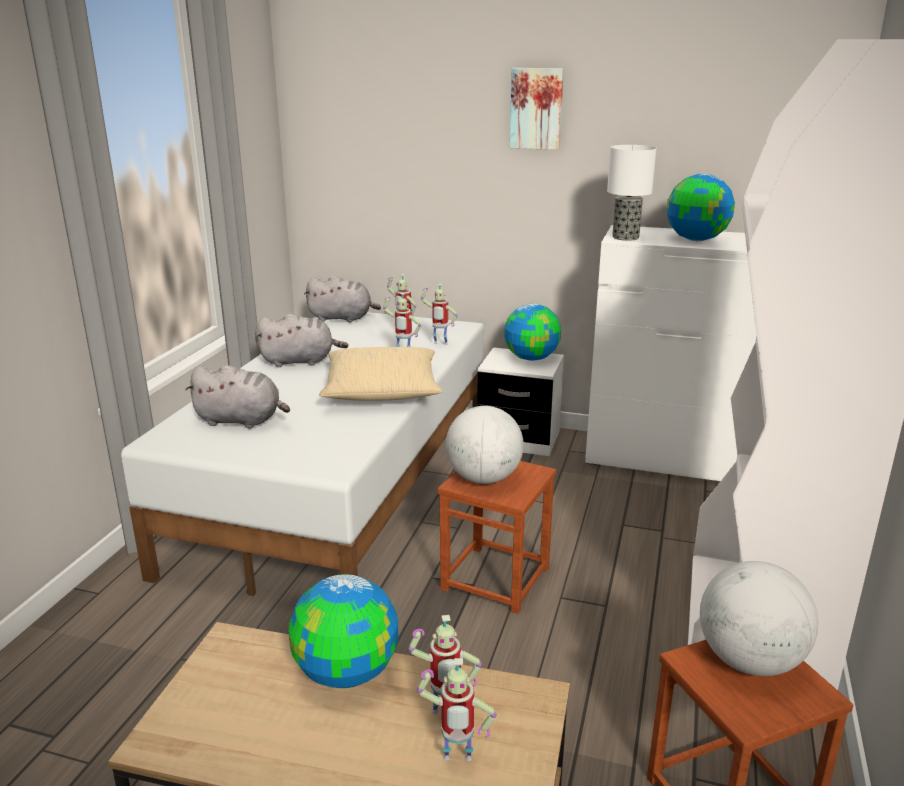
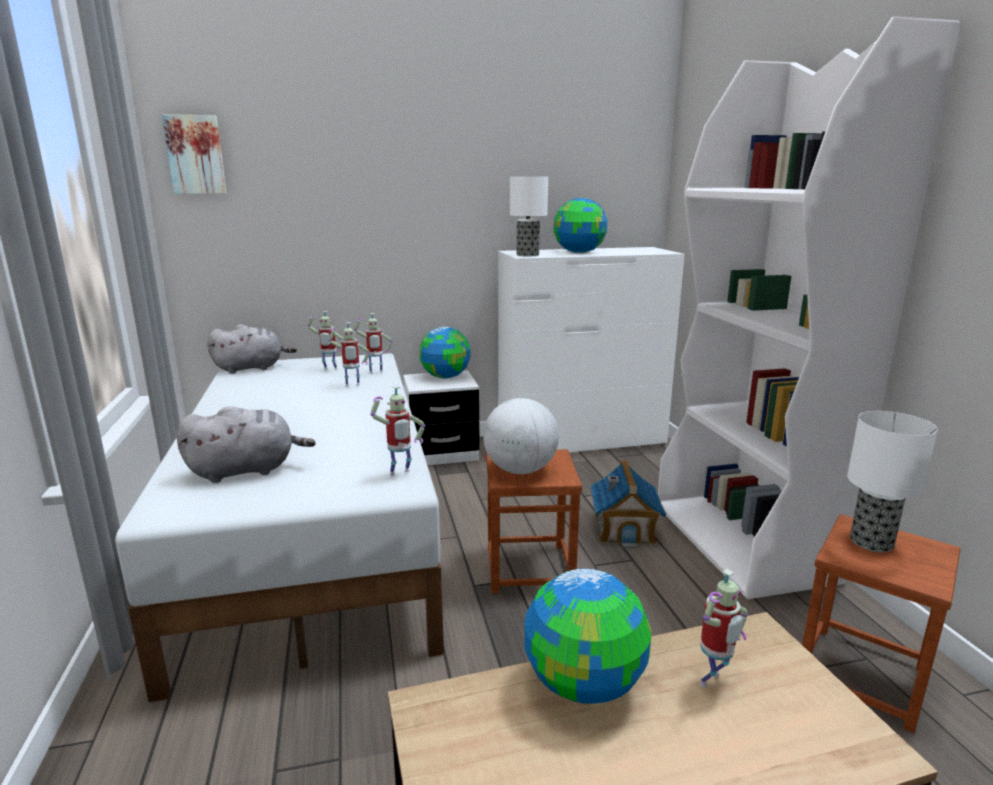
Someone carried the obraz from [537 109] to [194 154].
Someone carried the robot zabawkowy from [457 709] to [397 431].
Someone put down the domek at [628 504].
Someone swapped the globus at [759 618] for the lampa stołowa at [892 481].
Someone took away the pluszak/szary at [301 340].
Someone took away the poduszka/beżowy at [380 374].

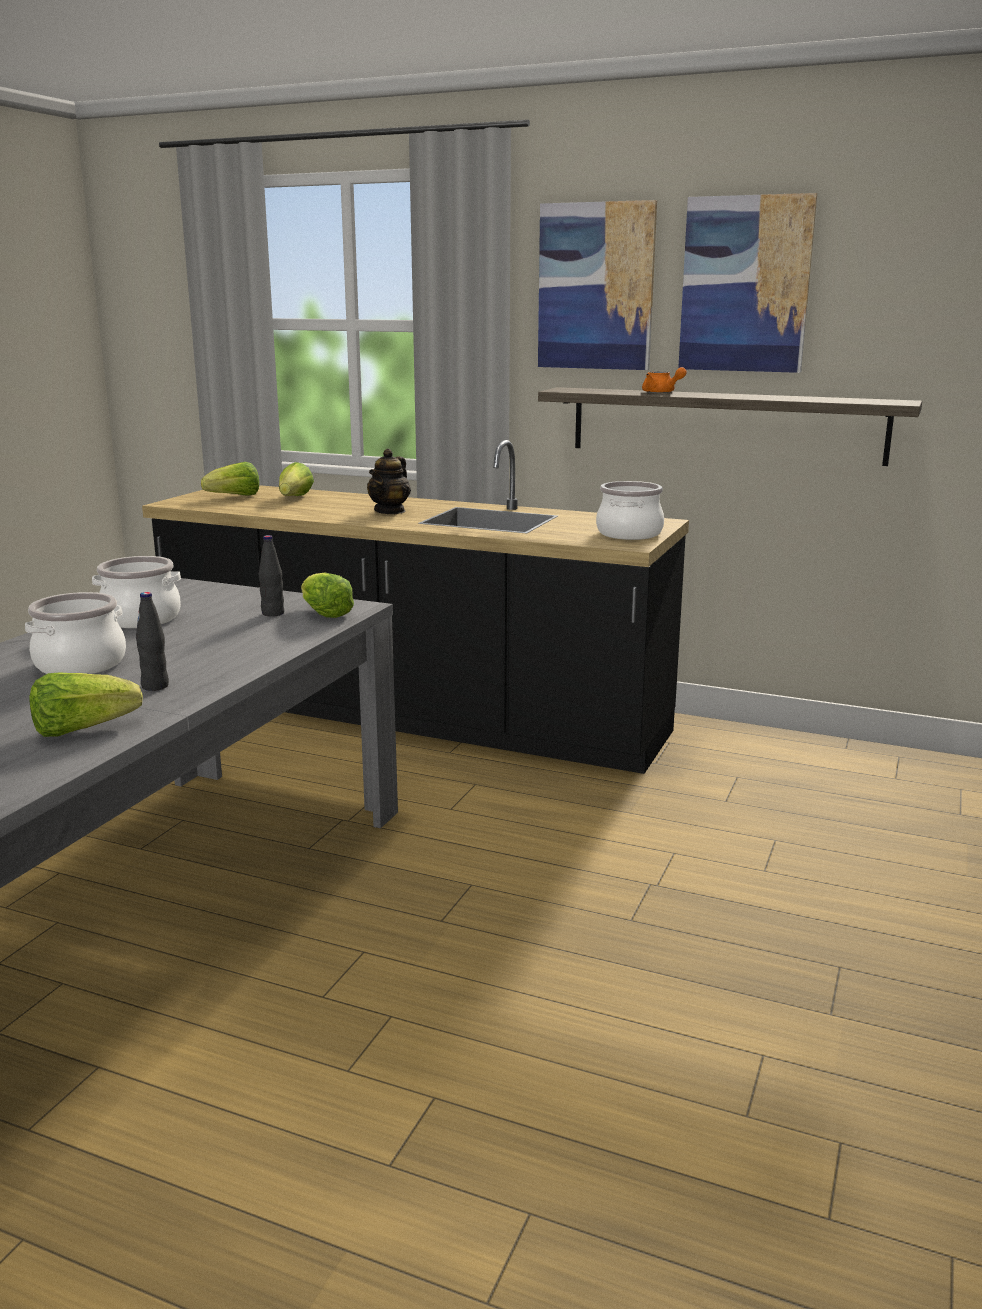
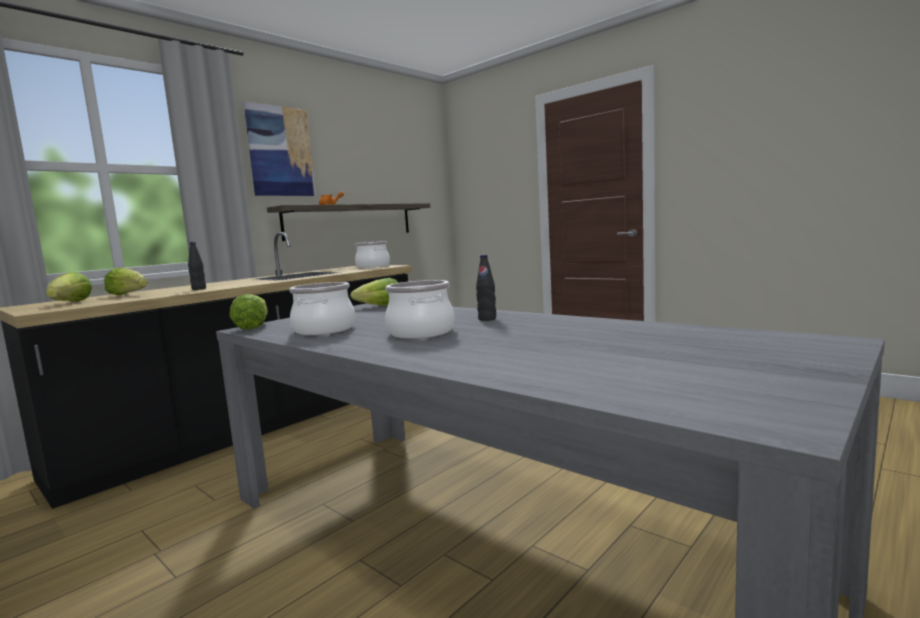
Someone carried the butelka/czarny from [271 576] to [197 266].
Someone carried the sałata from [86 704] to [249 312].
Someone took away the imbryk at [389 481].
Someone took away the obraz at [747 283].

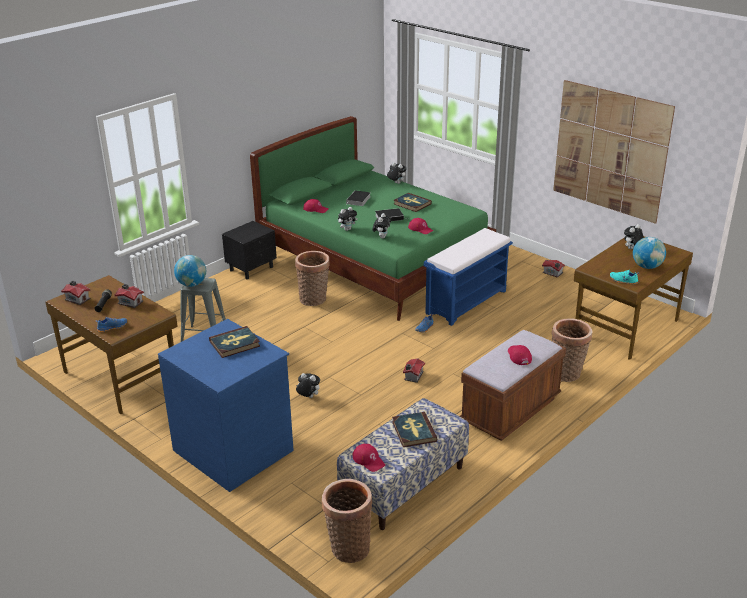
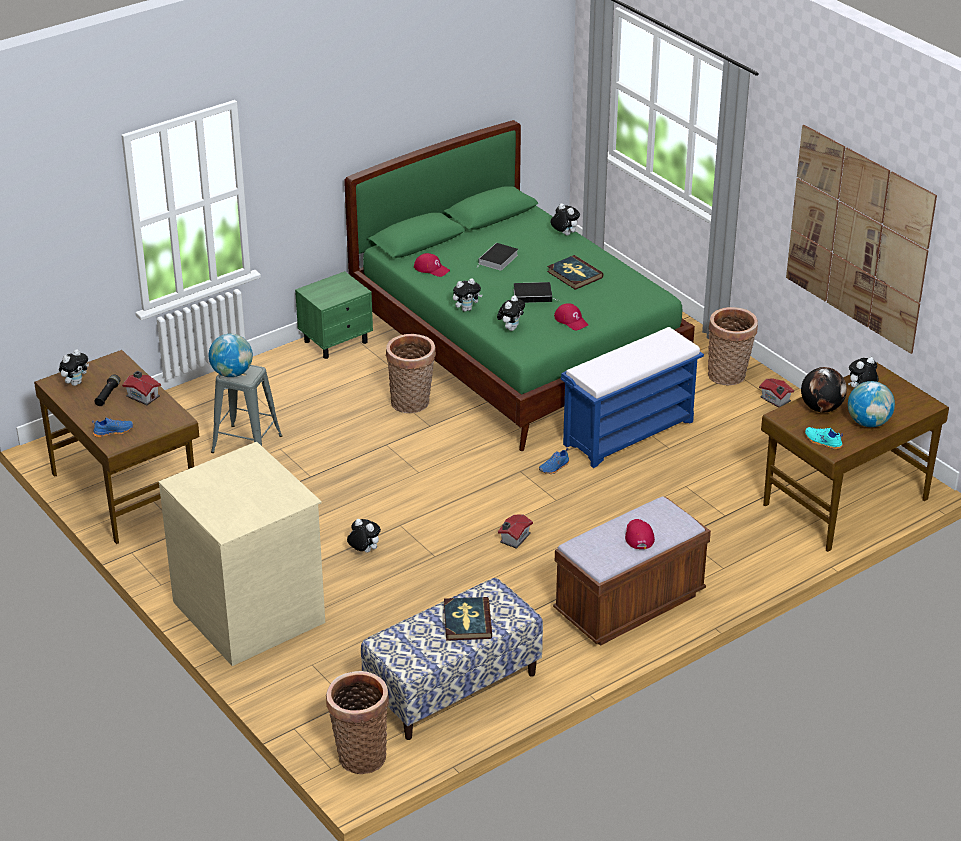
Someone swapped the domek at [76 293] for the pluszak at [74 367].
Someone repainted the komoda/niebieski at [226 405], which became the komoda/beżowy at [242 554].
Someone repainted the szafka nocna/czarny at [249 250], which became the szafka nocna/zielony at [334 315].
Someone carried the koszyk from [572 350] to [733 346].
Someone put down the globus at [824 390].
Someone took away the książka at [234 342].
Someone took away the czapka z daszkiem/czerwony at [368 458].

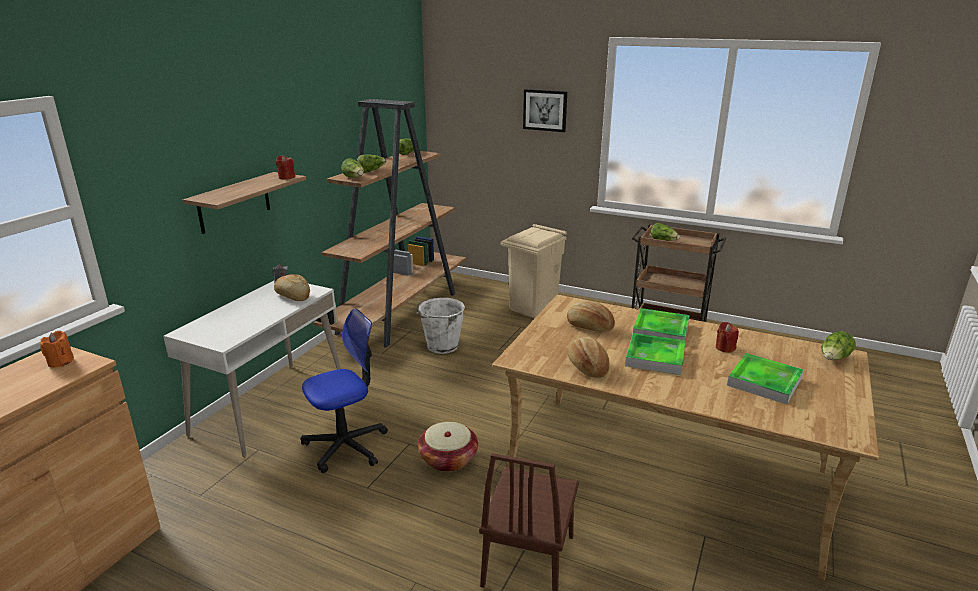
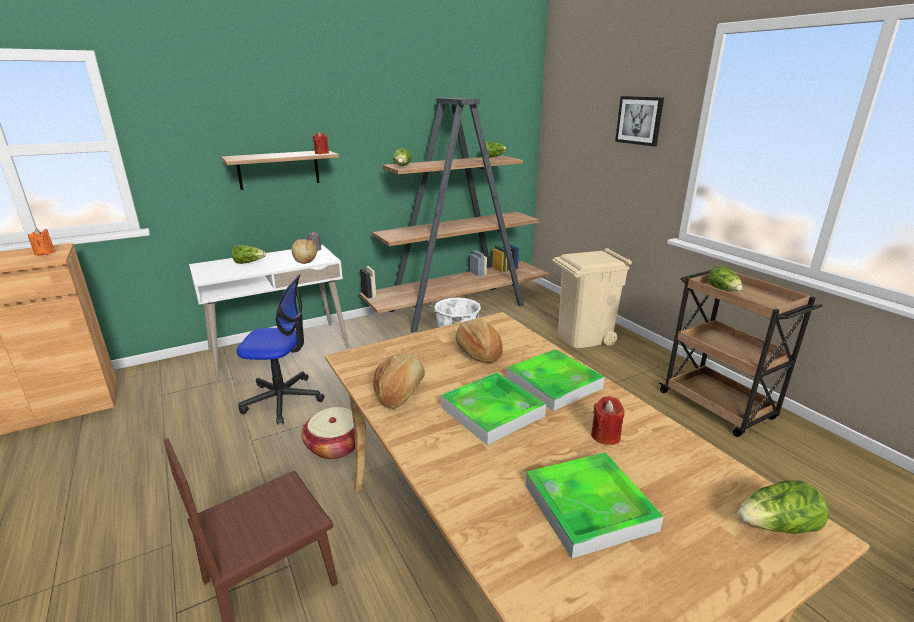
Someone carried the sałata from [372 163] to [249 254].

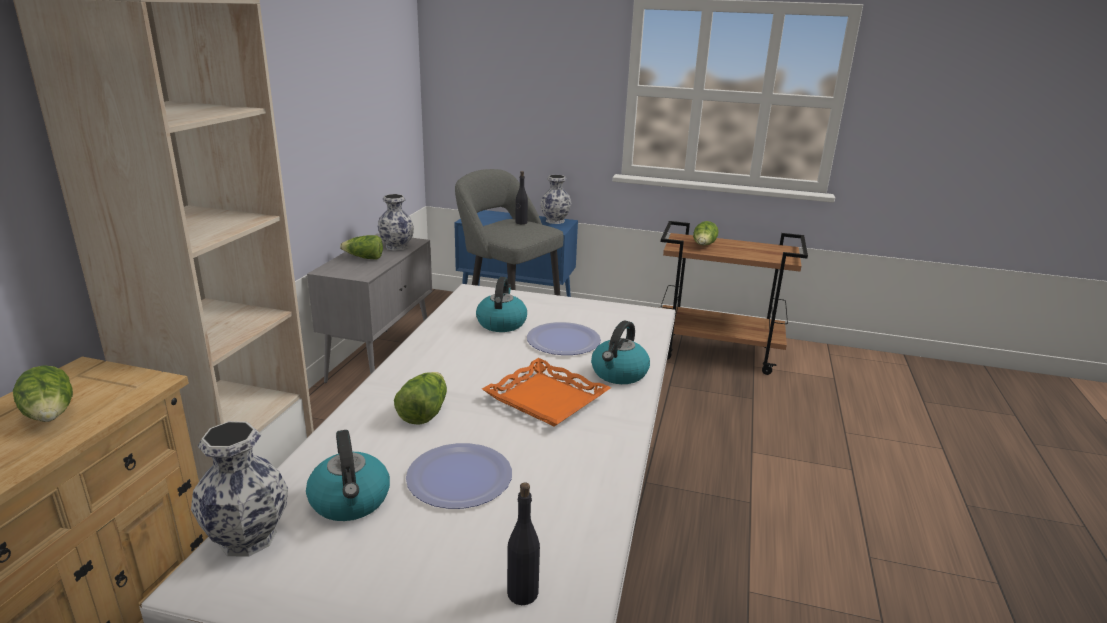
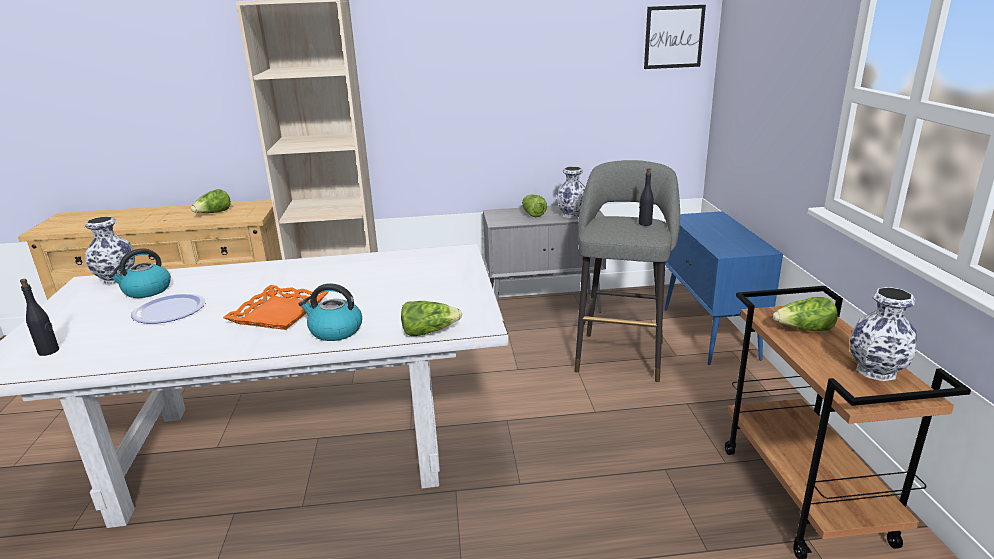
Someone carried the sałata from [420 398] to [431 318].
Someone put up the obraz at [675 37].
Someone carried the wazon from [556 199] to [883 334].
Someone took away the czajnik at [501 304].
Someone took away the talerz at [564 338].

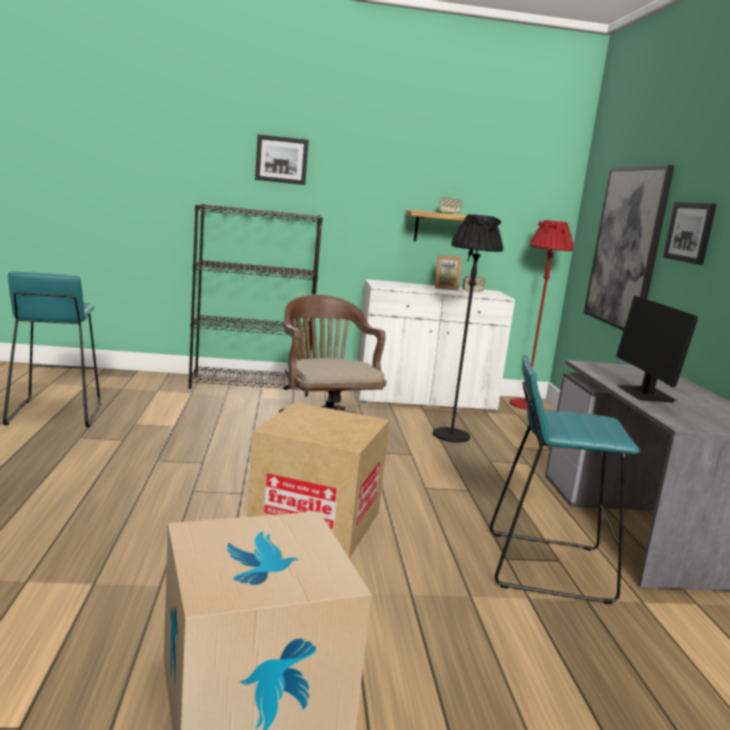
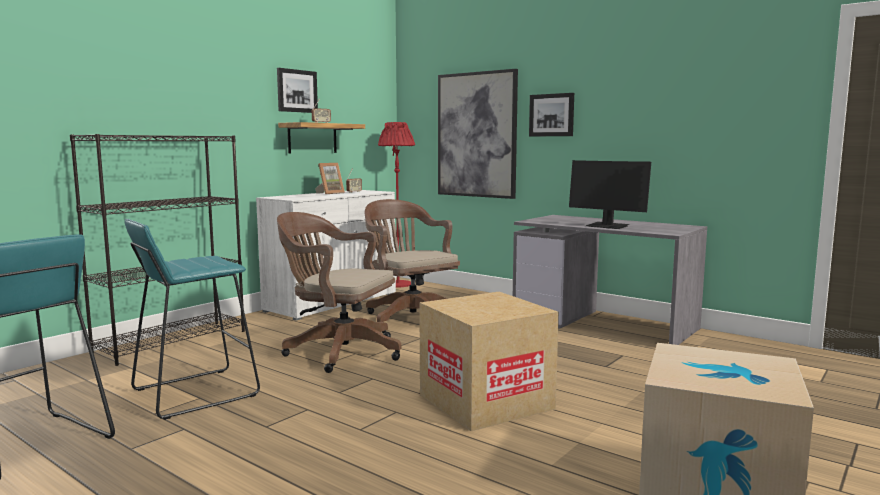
Someone carried the stołek/turkusowy from [565 479] to [192 319].
Someone carried the obraz from [282 159] to [297 90].
Someone swapped the lampa stojąca/czarny at [468 328] for the krzesło biurowe/brązowy at [412 260].

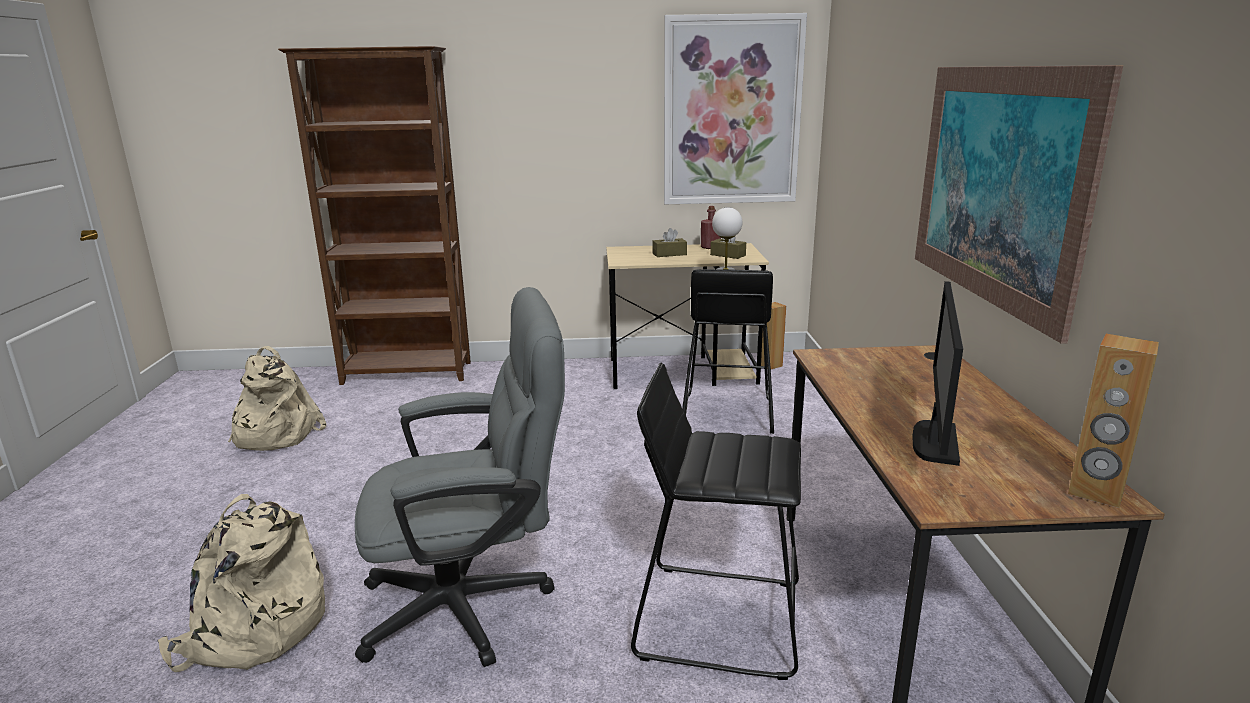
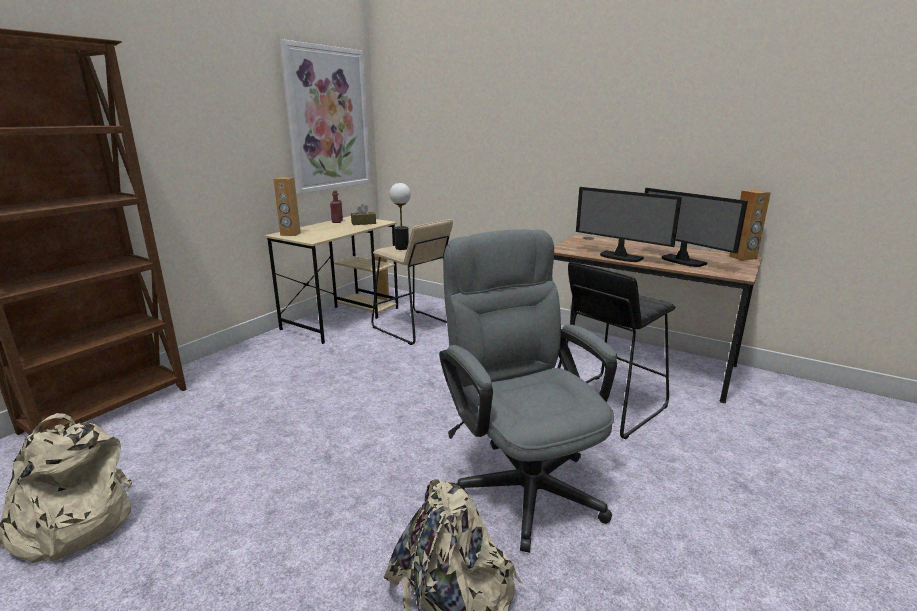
Someone put down the głośnik/brązowy at [287 206].
Someone repainted the stołek/czarny at [728 351], which became the stołek/beżowy at [412 282].
Someone rotated the krzesło biurowe/szary at [460 477] by 45 degrees counterclockwise.
Someone put down the monitor at [629 224].
Someone took away the pudełko chusteczek/brązowy at [669 242].
Someone took away the obraz at [1019 204].

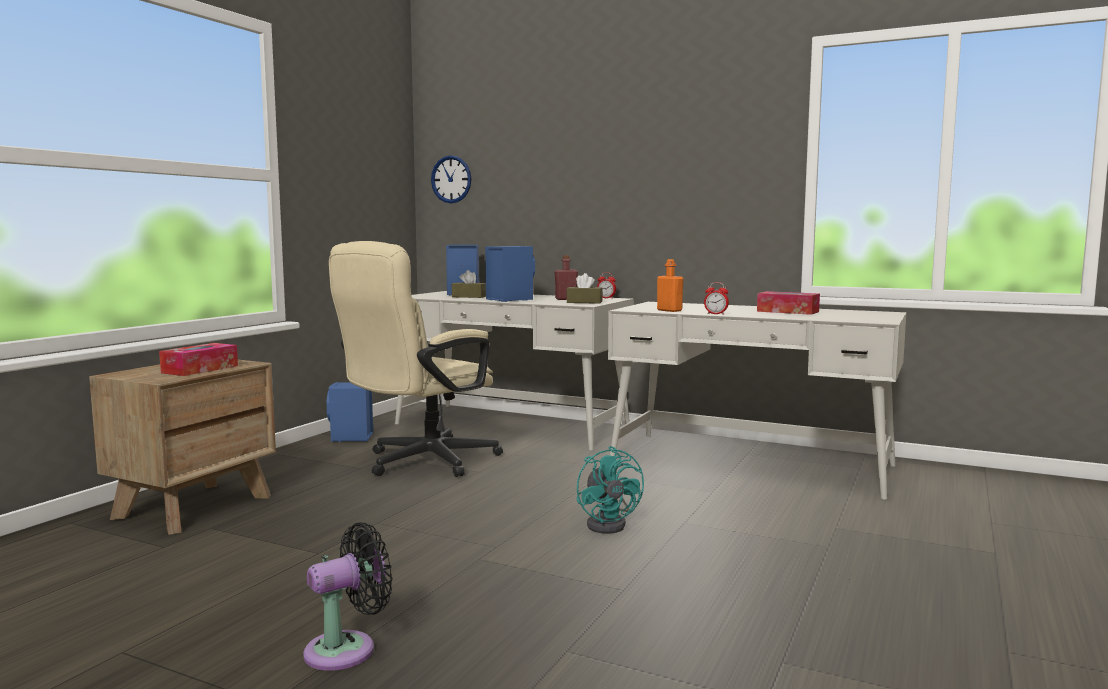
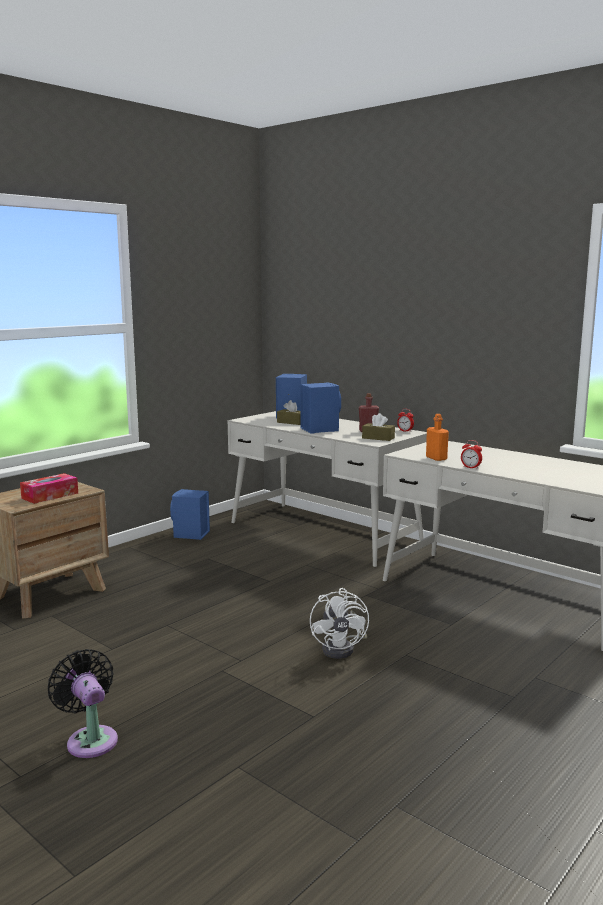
Someone rotated the wentylator/czarny at [347 596] by 105 degrees counterclockwise.
Someone repainted the wentylator/turkusowy at [610 490], which became the wentylator/biały at [339 623].
Someone took away the krzesło biurowe/beżowy at [416 359].
Someone took away the zegar ścienny at [451 179].
Someone took away the pudełko chusteczek at [788 303].

